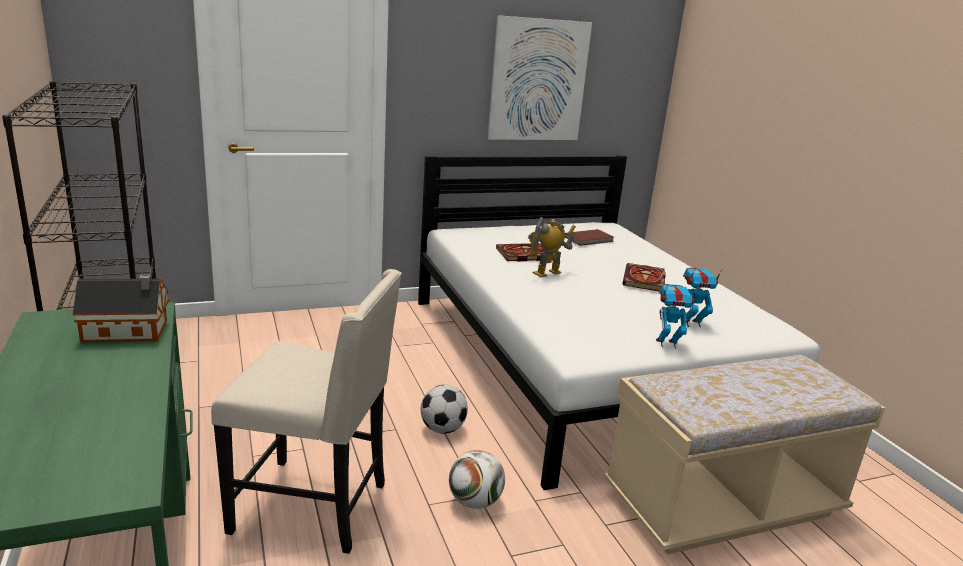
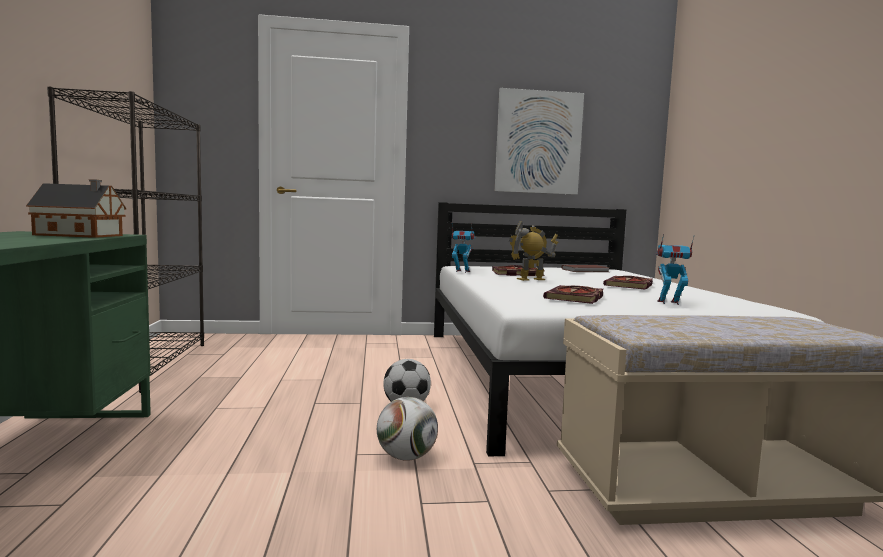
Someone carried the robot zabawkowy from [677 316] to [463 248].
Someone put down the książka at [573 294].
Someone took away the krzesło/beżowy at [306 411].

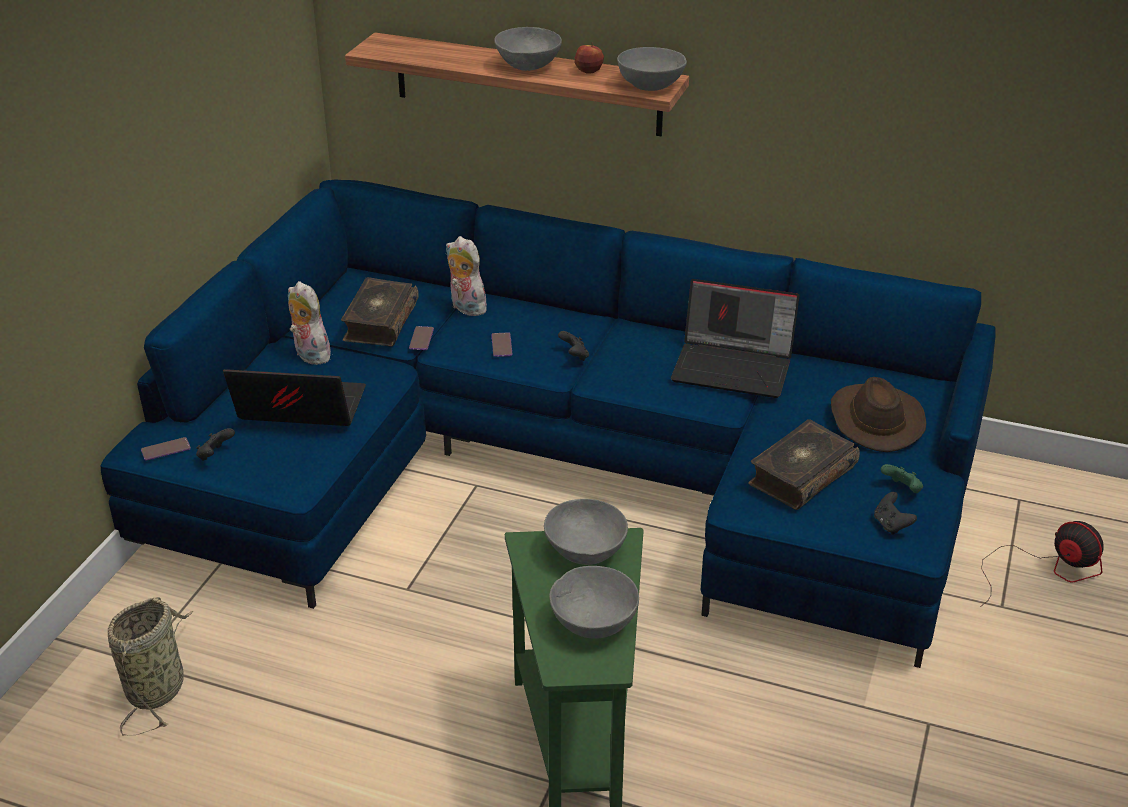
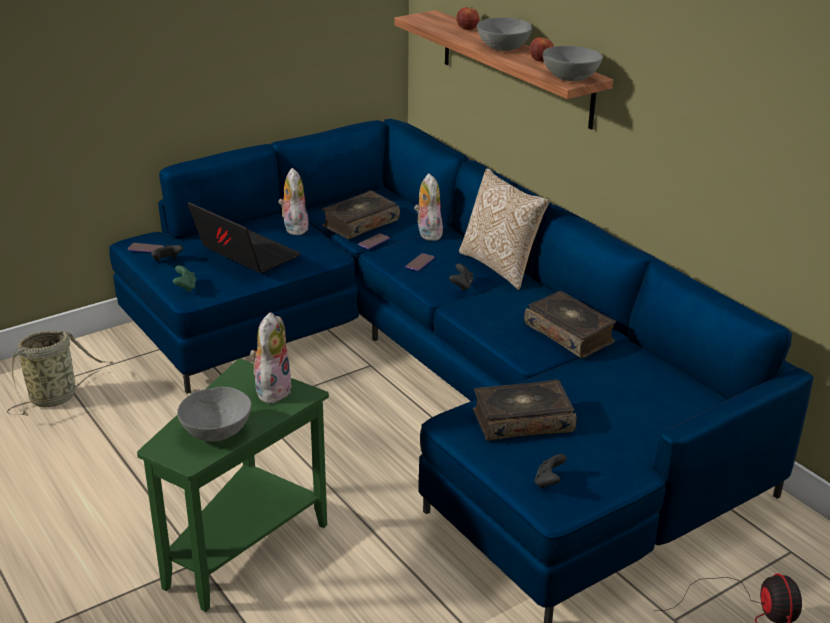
Someone carried the pad do gier/zielony from [902 478] to [184 278].
Someone swapped the miska/szary at [586 532] for the pluszak at [271 358].
Someone put down the jabłko at [467 18].
Someone put down the poduszka at [504 229].
Someone swapped the laptop at [735 338] for the książka at [570 324].
Someone took away the kapelusz/brązowy at [878 414].

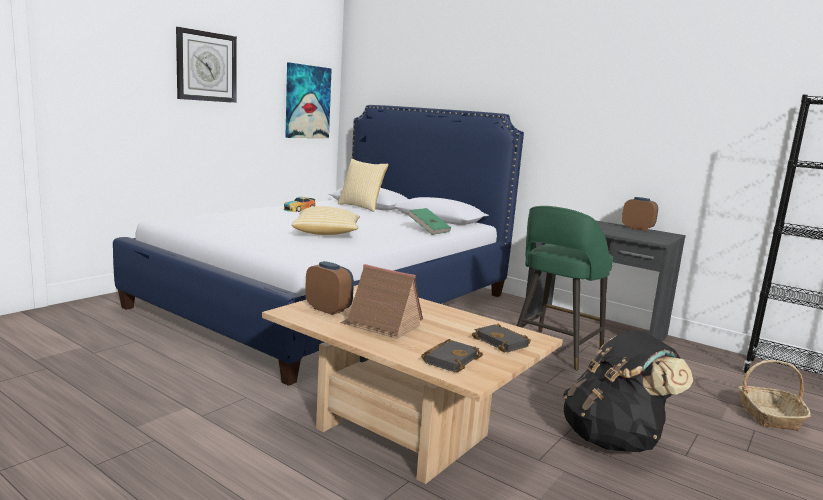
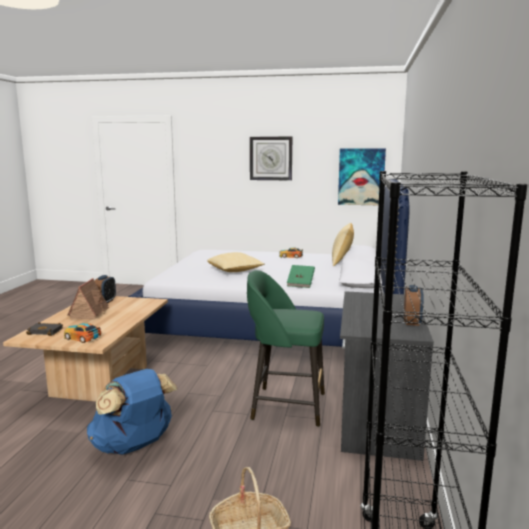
Someone swapped the książka/czarny at [501 337] for the samochodzik at [82 333].
Someone repainted the plecak/czarny at [628 391], which became the plecak/niebieski at [132 412].

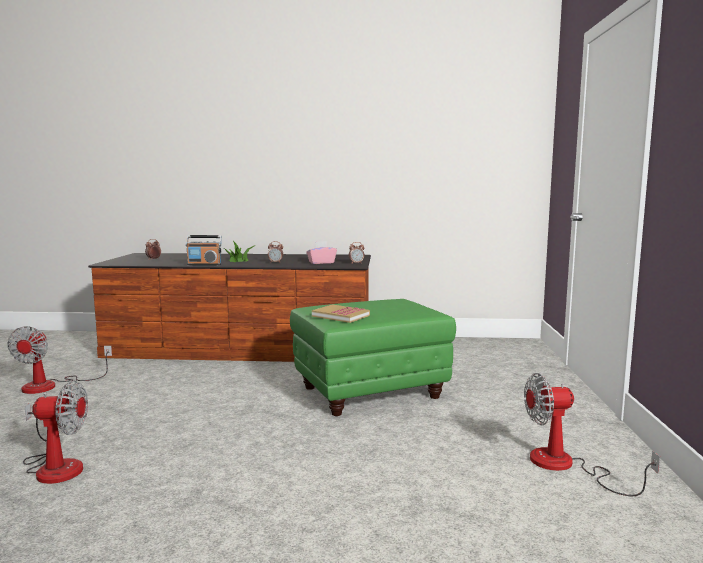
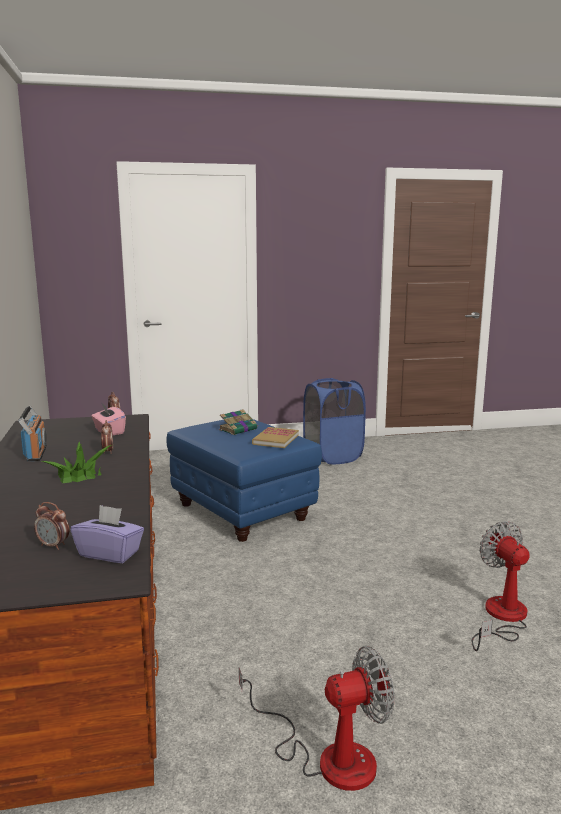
Someone carried the radio from [204 250] to [32 434].
Someone put down the pudełko chusteczek/fioletowy at [107 534].
Someone repainted the pufa/zielony at [373 357], which became the pufa/niebieski at [244 480].
Someone put down the książka at [238 422].
Someone swapped the wentylator at [592 434] for the kosz na pranie/niebieski at [334 421].

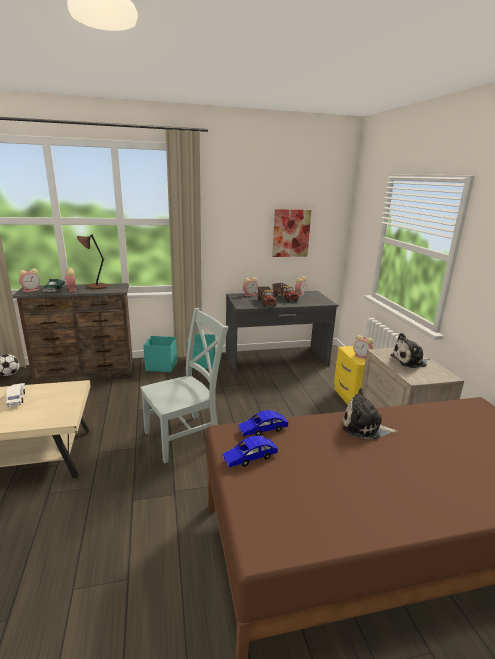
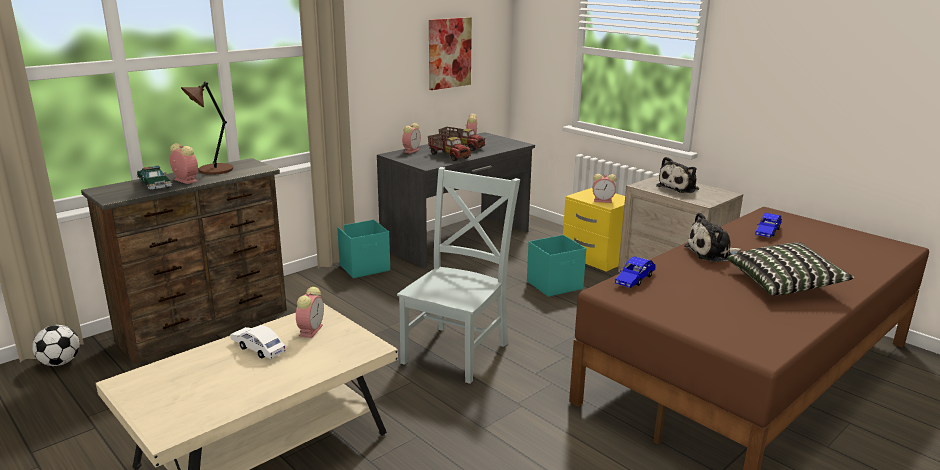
Someone carried the budzik from [29 280] to [310 312].
Someone carried the pojemnik do przechowywania/turkusowy from [160 354] to [556 266].
Someone put down the poduszka at [790 269].
Someone carried the samochodzik/niebieski from [250 451] to [768 225].

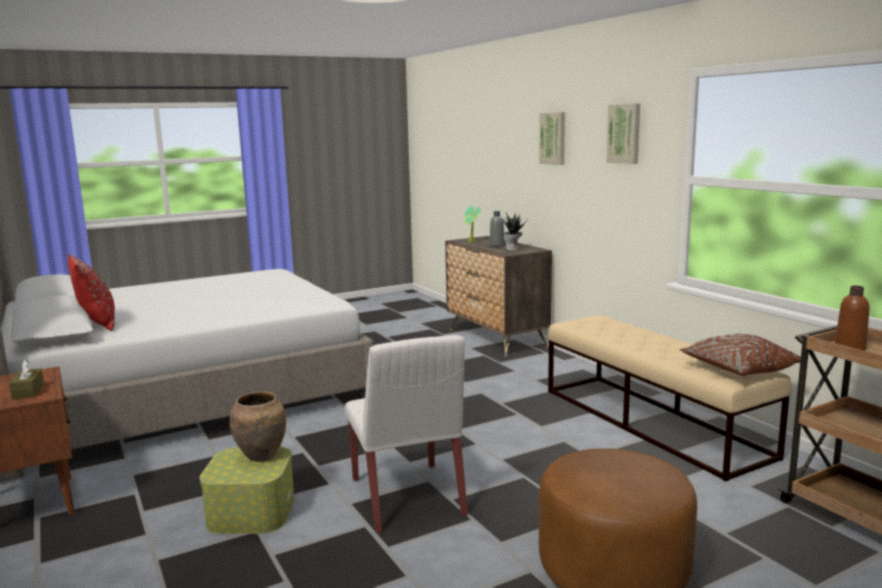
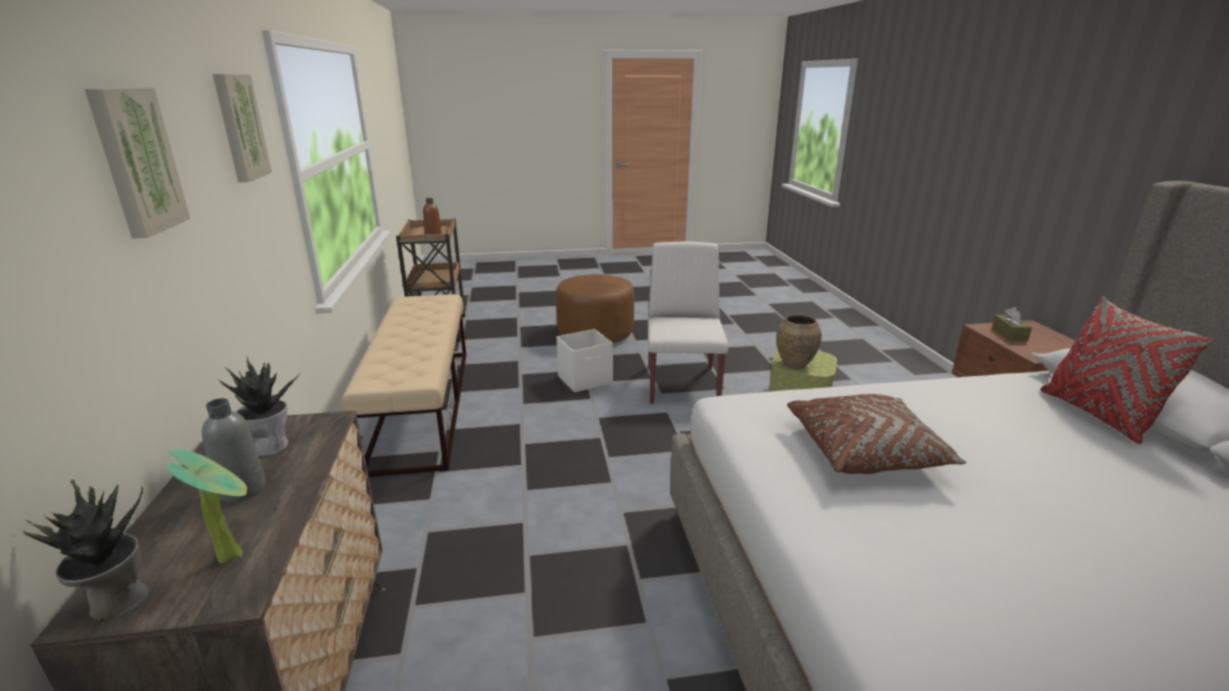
Someone put down the roślina doniczkowa at [86 550].
Someone put down the pojemnik do przechowywania/biały at [585 360].
Someone carried the poduszka/brązowy from [740 355] to [877 434].

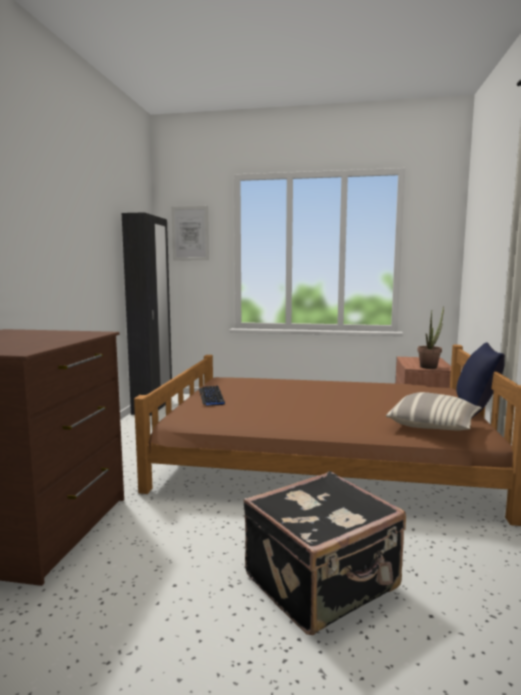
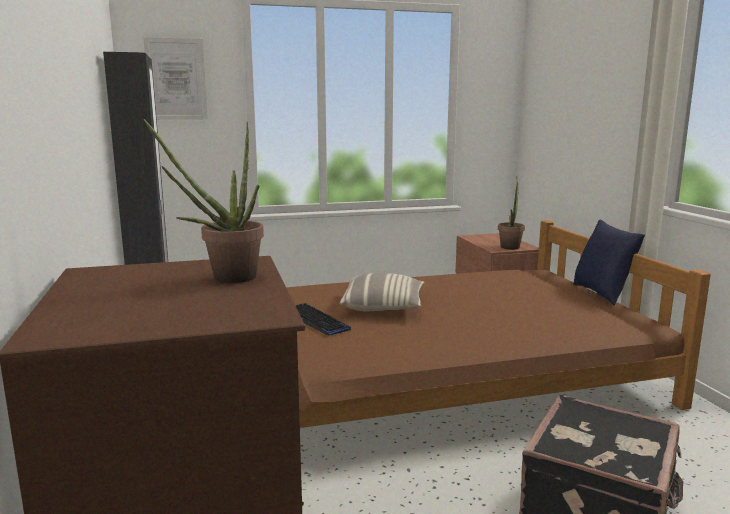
Someone put down the roślina doniczkowa at [203 201].
Someone carried the poduszka from [434 411] to [382 292].

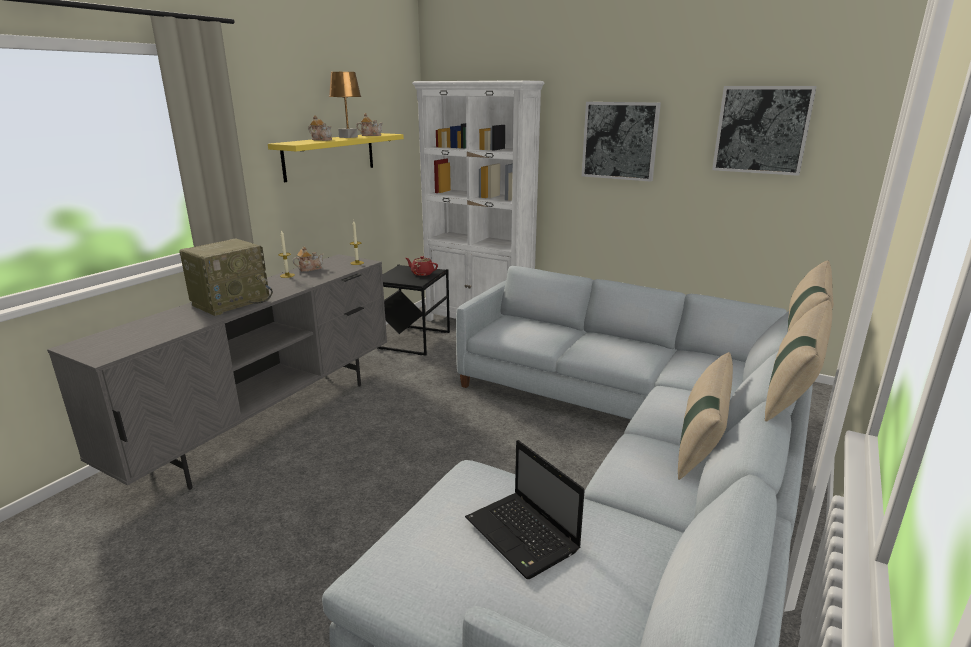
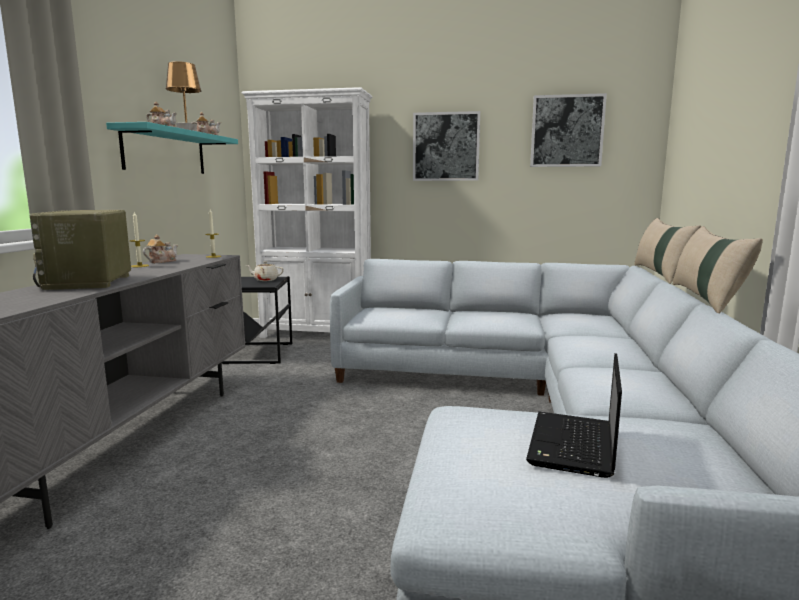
Someone rotated the radio at [226 277] by 150 degrees clockwise.
Someone repainted the półka/żółty at [336 157], which became the półka/turkusowy at [172 148].
Someone repainted the imbryk/czerwony at [421 266], which became the imbryk/beżowy at [265 271].
Someone rotated the laptop at [525 509] by 75 degrees clockwise.
Someone took away the poduszka/beżowy at [705 416].

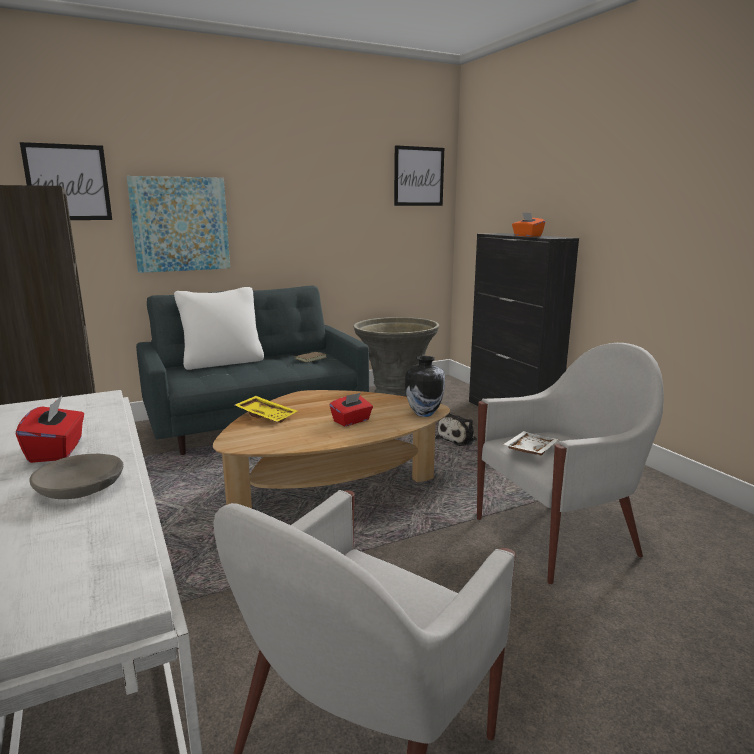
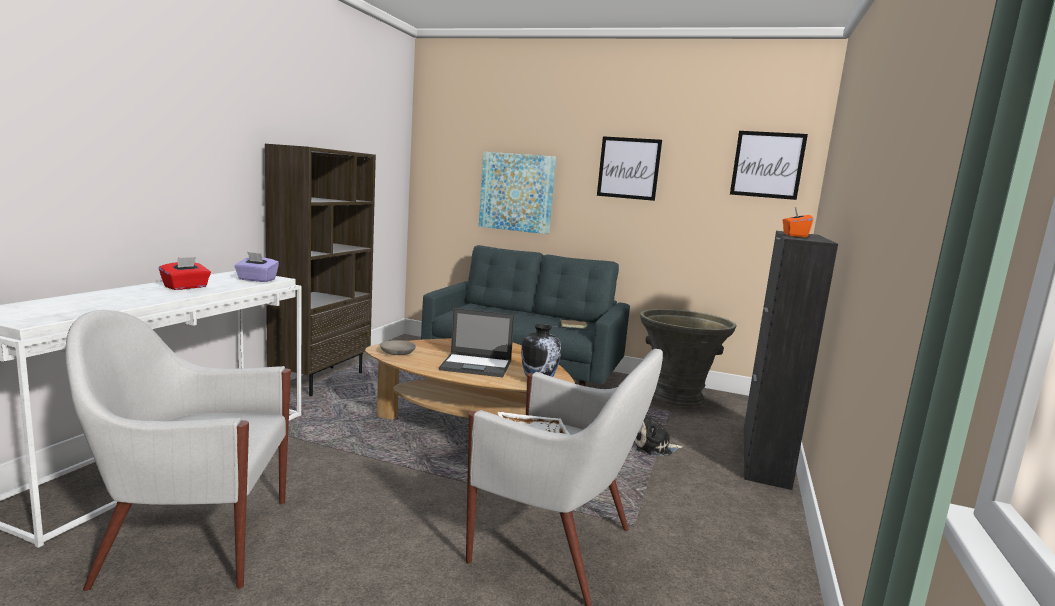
Someone put down the pudełko chusteczek/fioletowy at [256 267].
Someone carried the miska/szary from [76 476] to [398 347].
Someone swapped the pudełko chusteczek/czerwony at [351 410] for the laptop at [477 342].
Someone carried the obraz from [66 181] to [629 168].
Someone took away the poduszka/biały at [219 328].
Someone took away the taca/żółty at [266 409].

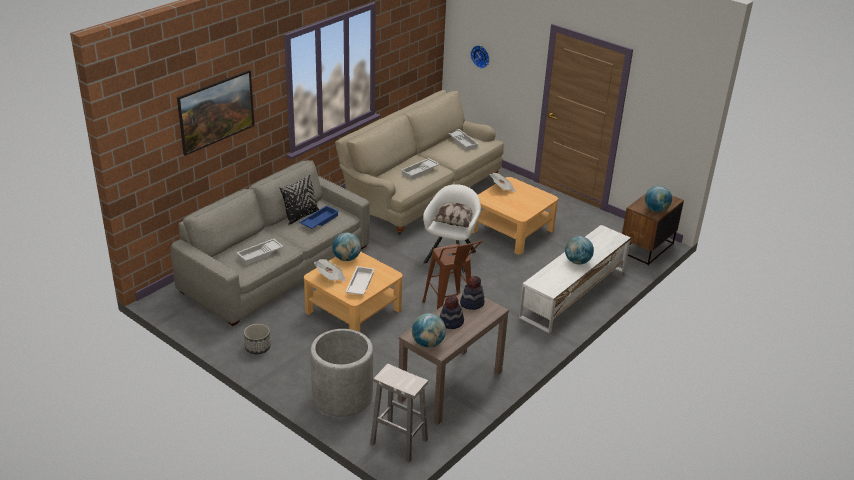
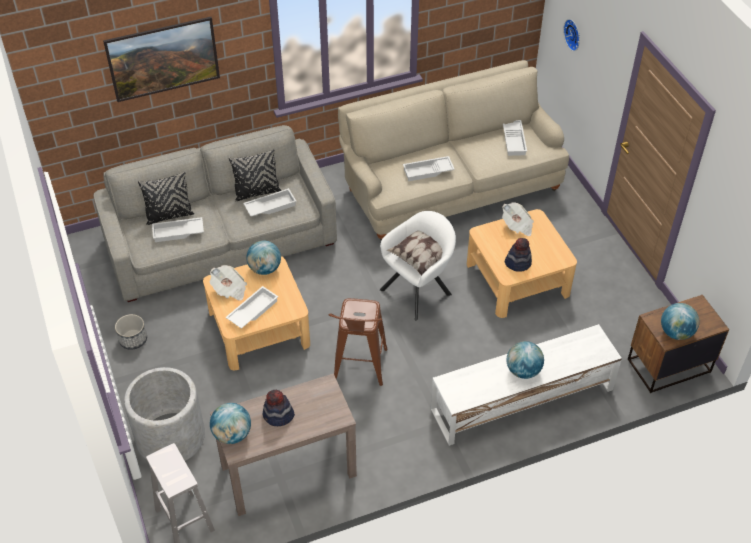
Someone put down the poduszka/czarny at [166 198].
Someone repainted the taca/niebieski at [319 217], which became the taca/biały at [270 202].
Someone carried the kapelusz from [472 293] to [518 255].

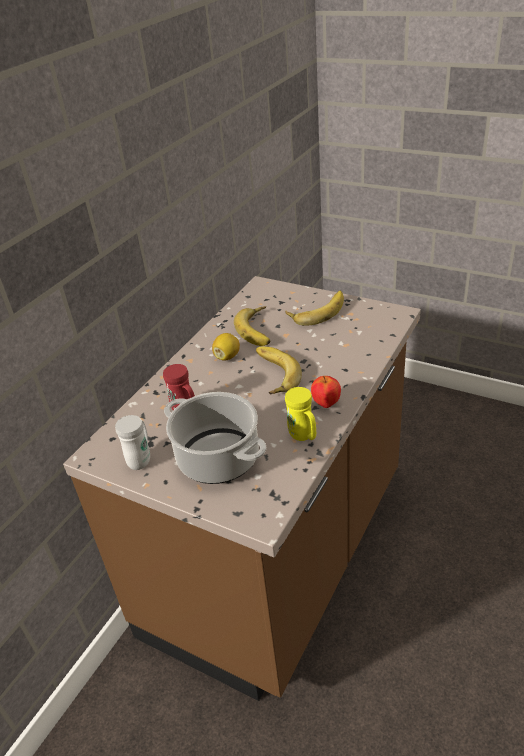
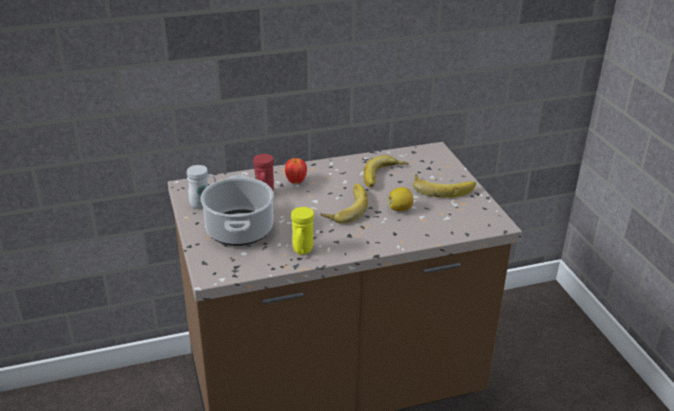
Someone carried the jabłko from [326 392] to [296 170].
Someone carried the cytryna from [226 347] to [400 199].

